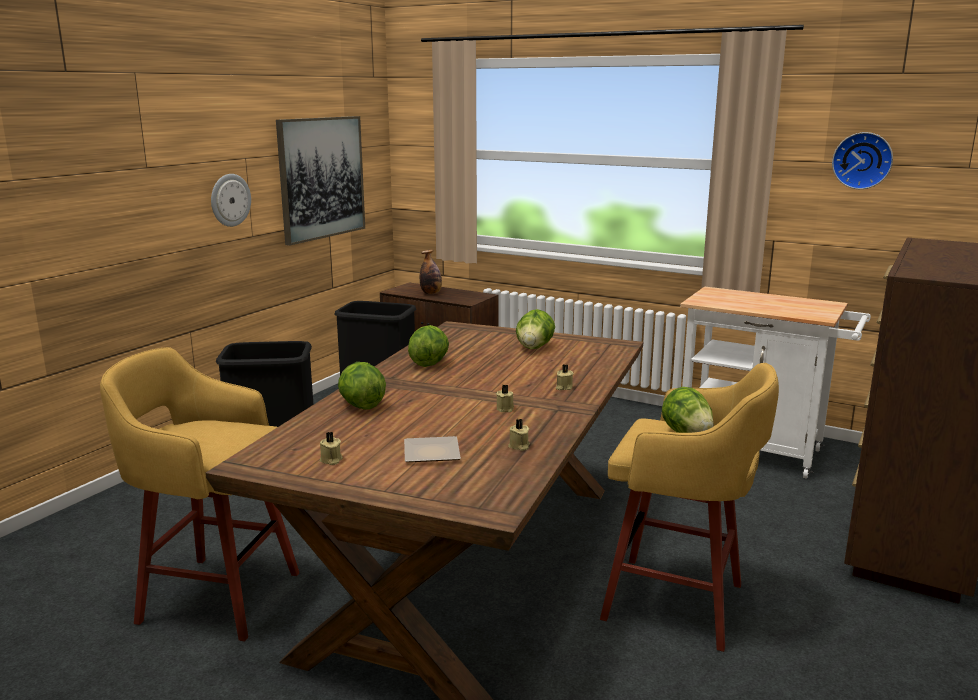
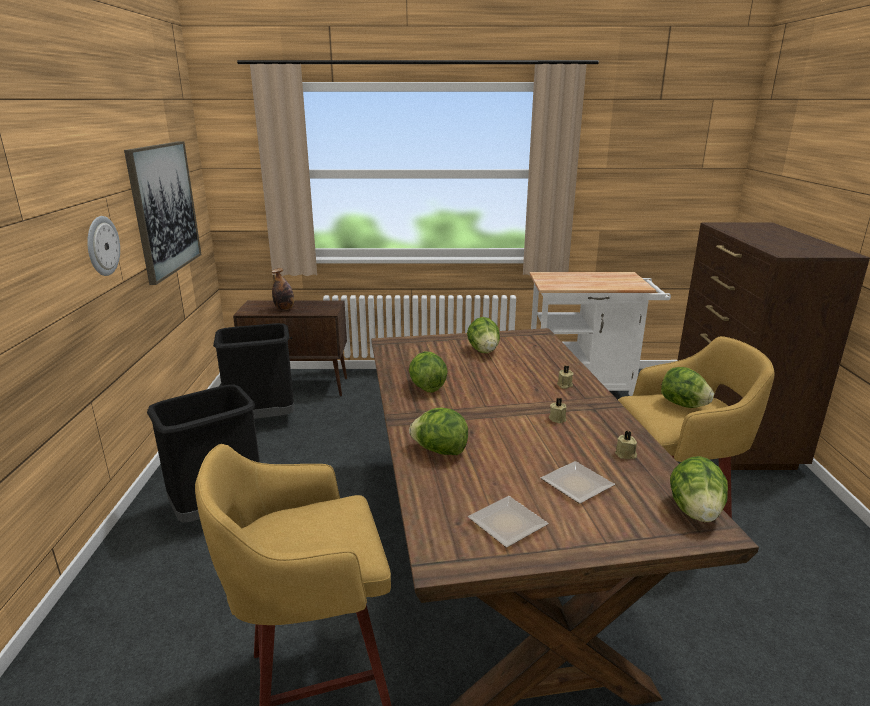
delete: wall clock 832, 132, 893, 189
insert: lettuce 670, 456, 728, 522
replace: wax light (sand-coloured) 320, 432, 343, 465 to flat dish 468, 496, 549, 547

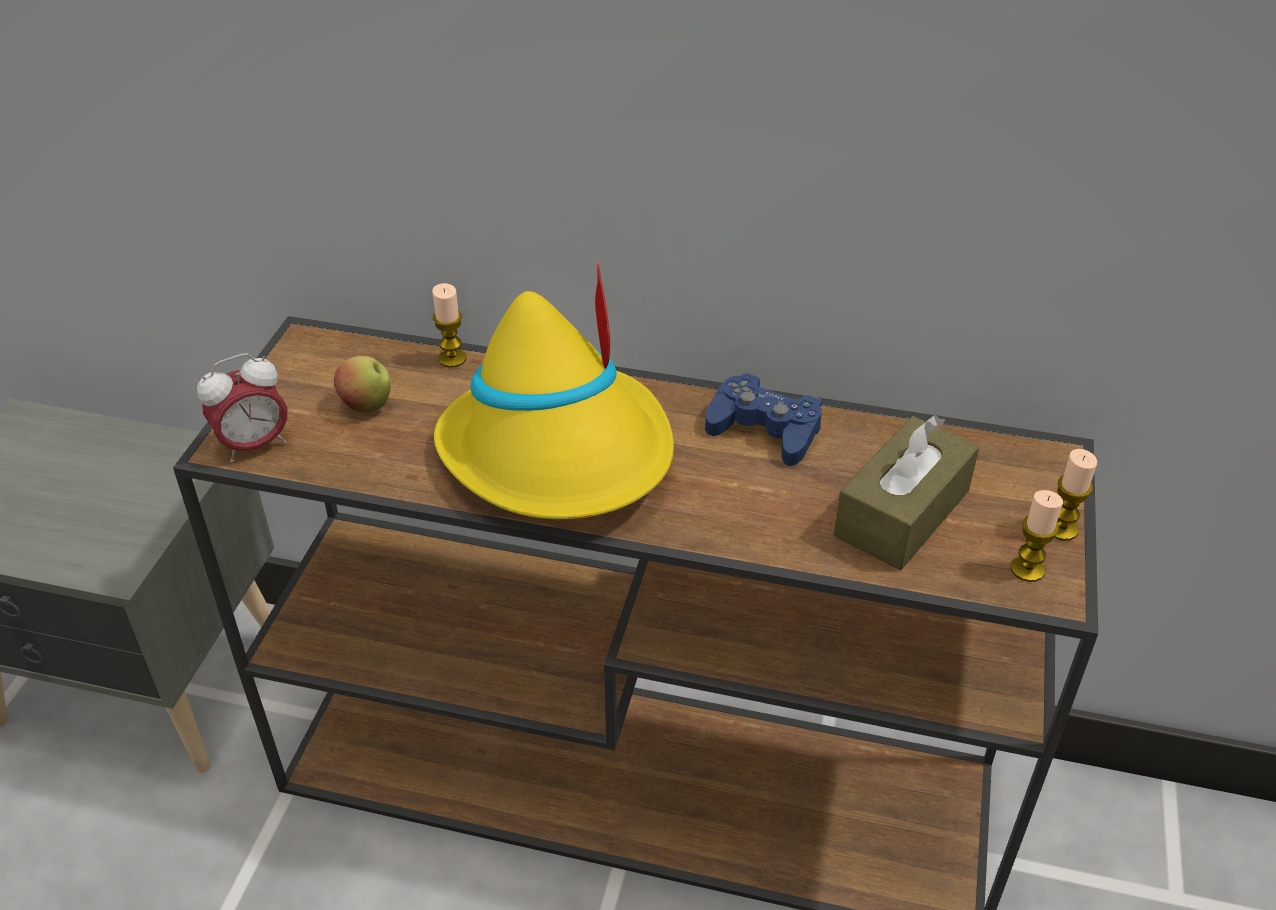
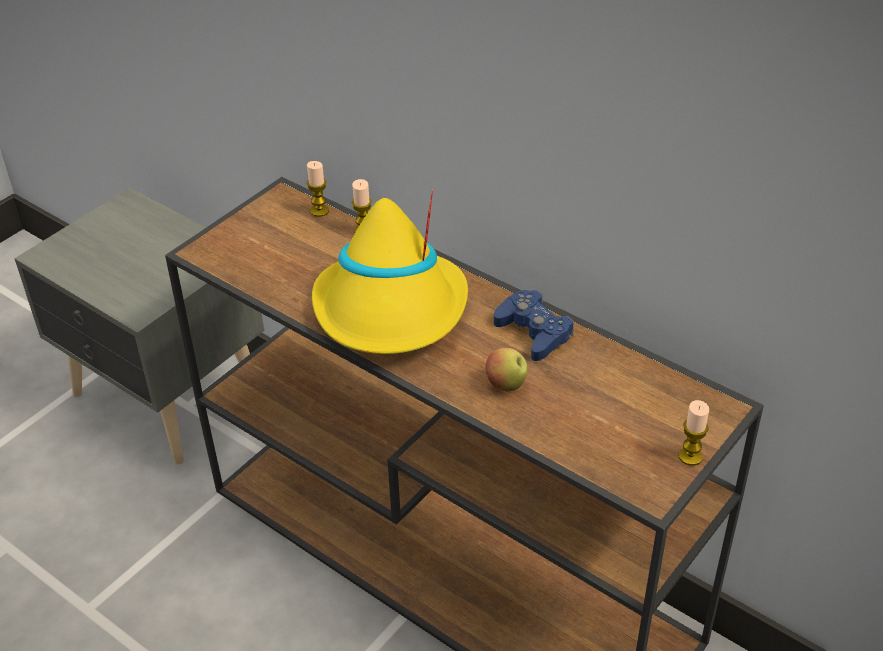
delete: bedside clock 197, 353, 287, 462; tissue holder (brown-coloured) 834, 415, 979, 570
move: whole apple 334, 356, 391, 413 to 485, 348, 527, 391; wax light 1011, 490, 1063, 582 to 307, 161, 329, 217

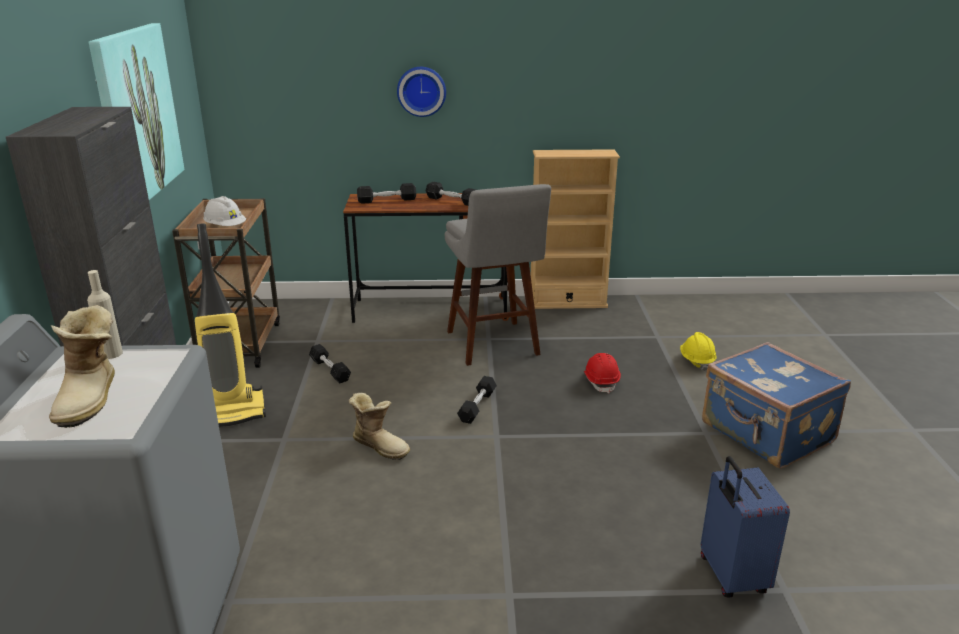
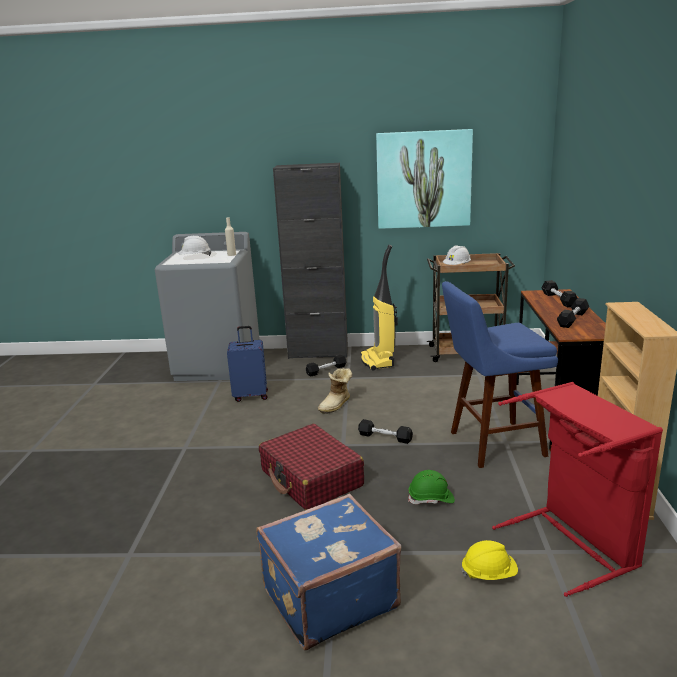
delete: wall clock 397, 67, 446, 117
insert: laundry basket (red-coloured) 492, 382, 663, 597; piece of luggage (red-coloured) 259, 424, 364, 510
move: dumbbell (black) 309, 344, 351, 383 to 306, 355, 347, 376; piece of luggage (blue) 701, 456, 790, 598 to 227, 326, 268, 402
replace: boot 49, 305, 115, 428 to hard hat (white-coloured) 178, 236, 211, 256
recolor: sitting stool (greyish) 445, 184, 551, 366 to sitting stool (blue) 442, 281, 558, 468; hard hat (red-coloured) 583, 353, 621, 394 to hard hat (green-coloured) 408, 470, 455, 504

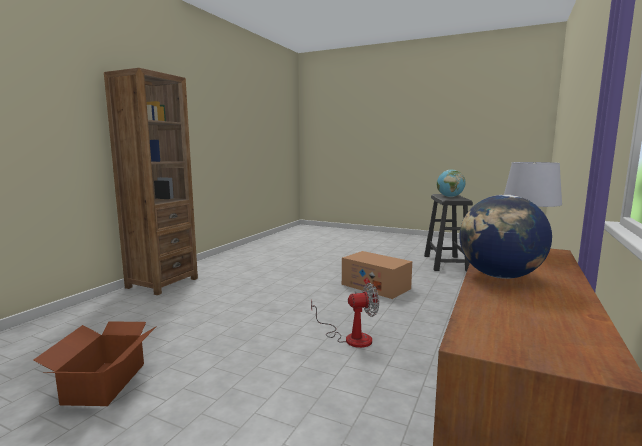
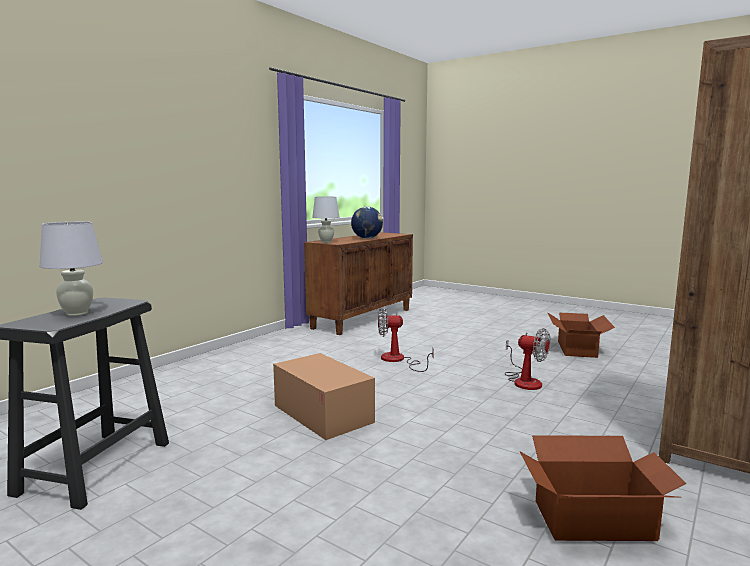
insert: cooling fan 505, 328, 550, 390; cardboard box 519, 435, 686, 541
replace: world globe 437, 170, 466, 197 to table lamp (white-coloured) 40, 222, 103, 316

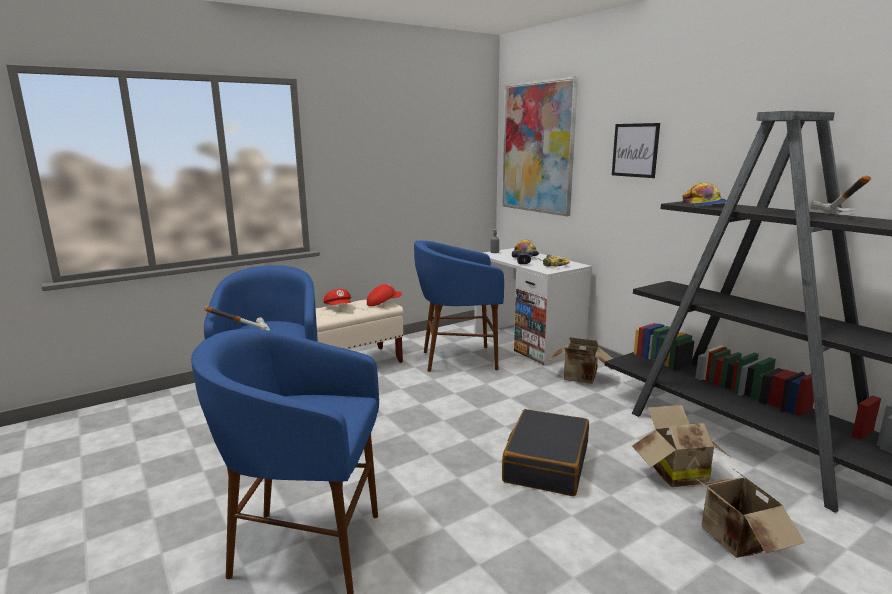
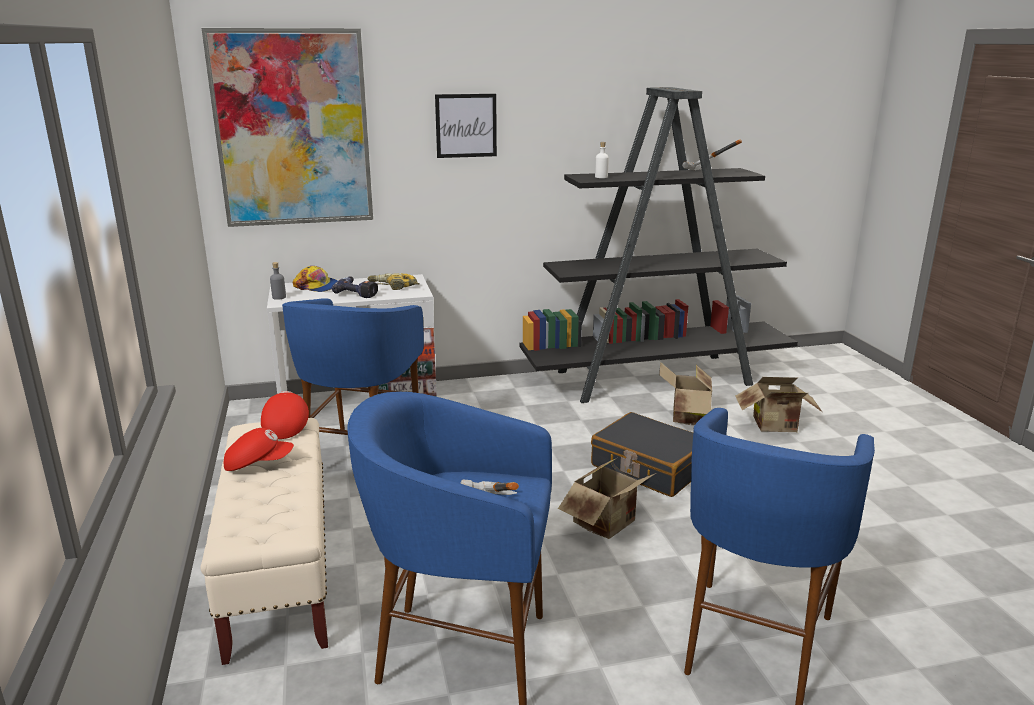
move: cardboard box 549, 337, 613, 384 to 558, 458, 656, 539
replace: cap 682, 183, 727, 206 to bottle (white-coloured) 595, 142, 609, 178

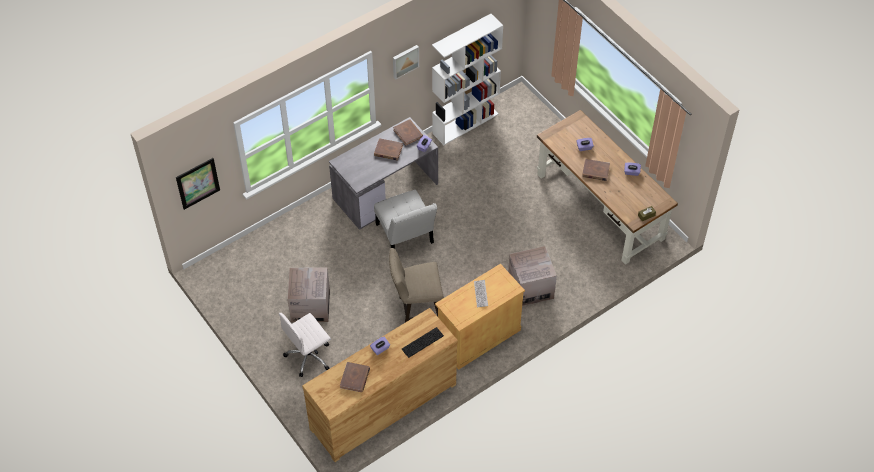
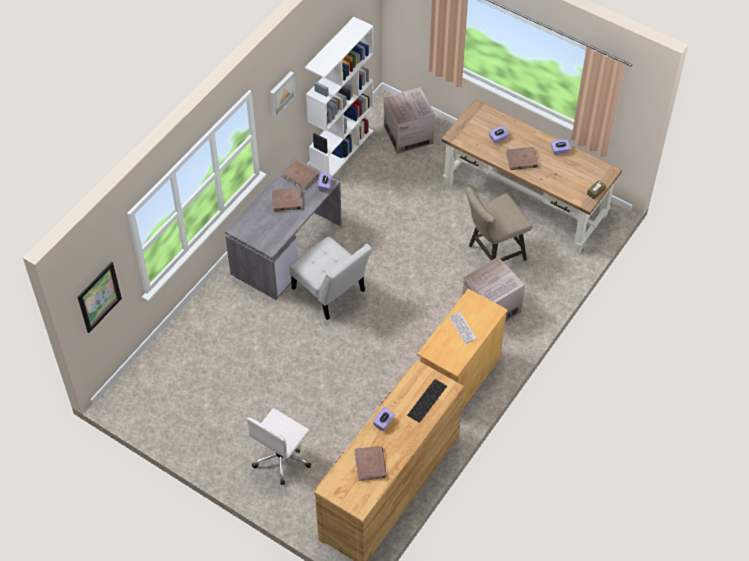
move: sitting stool (sand-coloured) 389, 248, 444, 322 to 466, 187, 532, 261; cardboard box 287, 268, 330, 322 to 384, 87, 435, 154

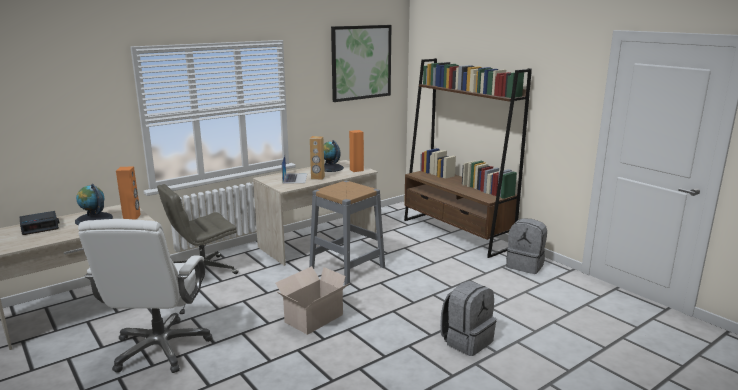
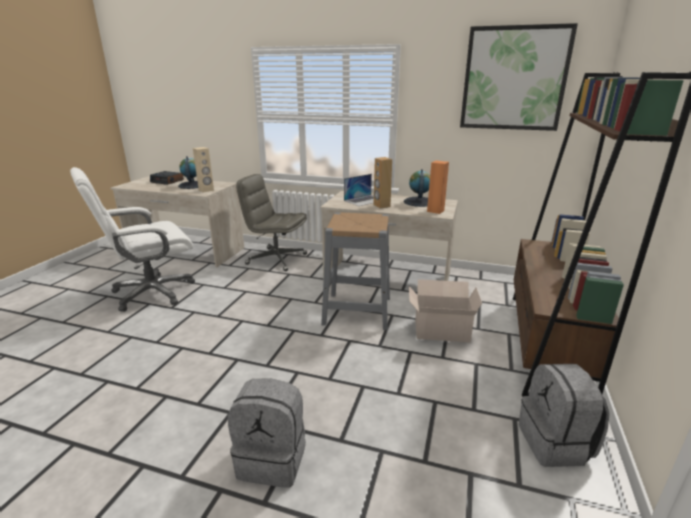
move: cardboard box 276, 266, 350, 335 to 409, 279, 482, 342
recolor: loudspeaker (orangey) 116, 166, 141, 220 to loudspeaker (sand-coloured) 193, 147, 214, 192

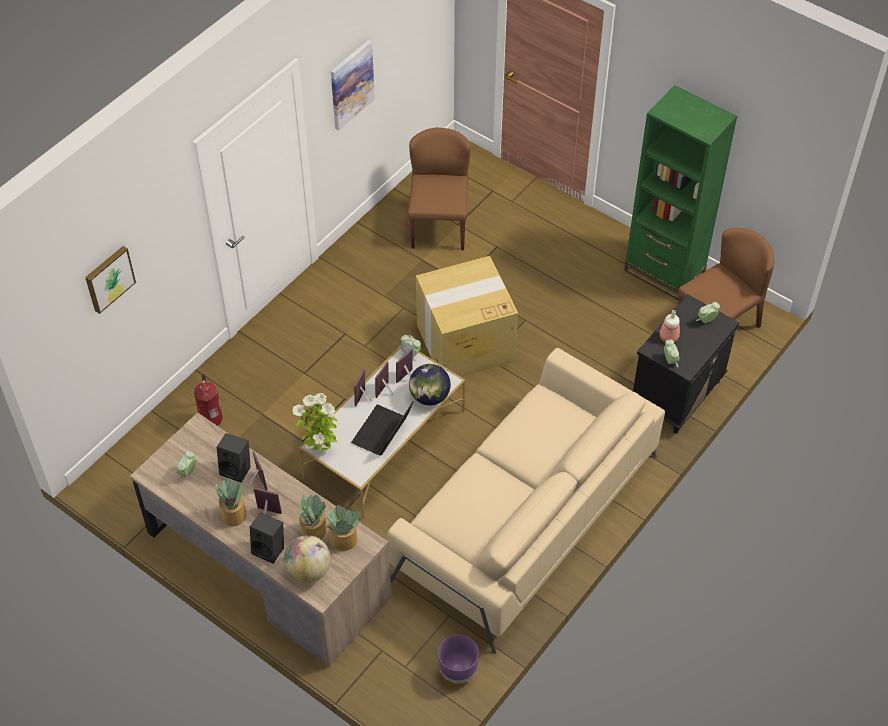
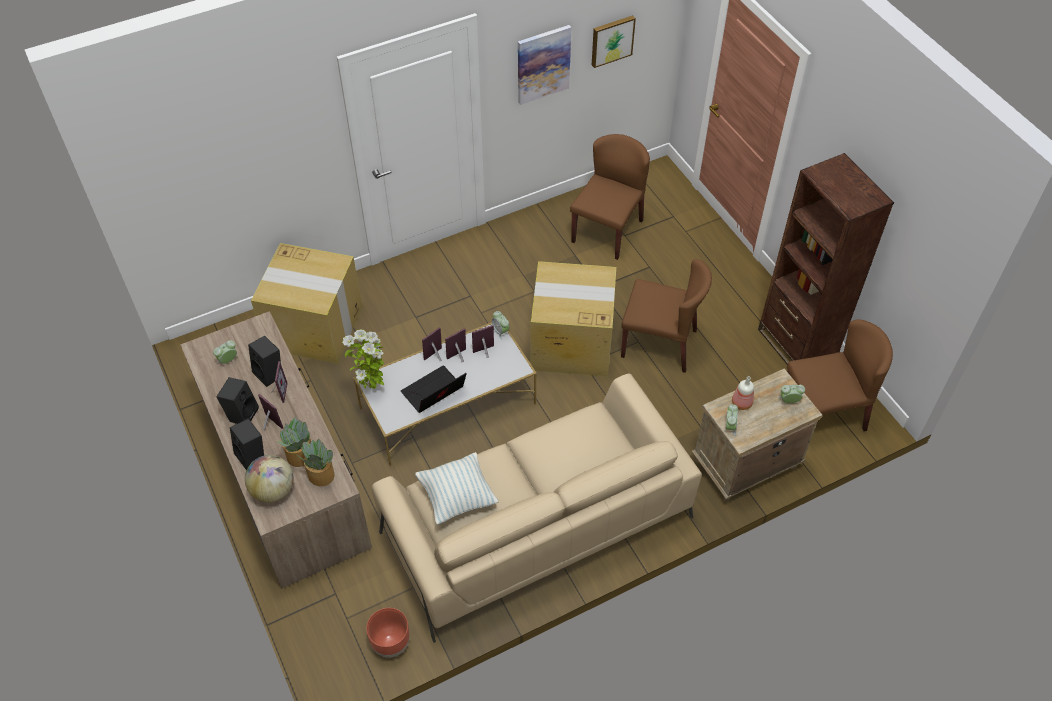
delete: world globe 409, 364, 451, 406
insert: plain chair (brown-coloured) 621, 259, 712, 373; cushion 415, 452, 498, 525
move: wall art 85, 246, 136, 314 to 592, 15, 636, 68
replace: fire-fighting cylinder 194, 374, 222, 426 to cardboard box 251, 243, 362, 364; potted plant 215, 478, 247, 526 to loudspeaker (black) 217, 377, 259, 424
recolor: bookshelf (green-coloured) 624, 85, 737, 300 to bookshelf (brown-coloured) 758, 153, 894, 364; bedside table (black) 633, 294, 739, 434 to bedside table (sand-coloured) 692, 368, 823, 502; plant pot (purple-coloured) 438, 635, 479, 683 to plant pot (brown-coloured) 366, 608, 410, 658

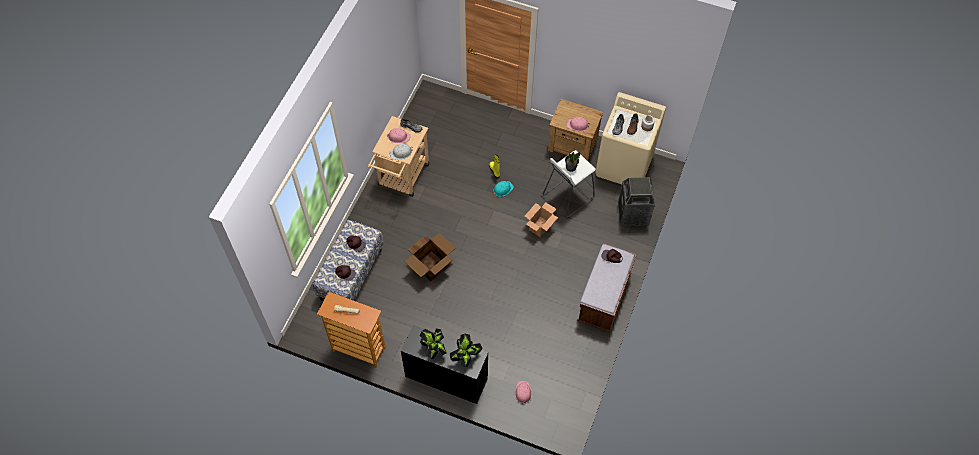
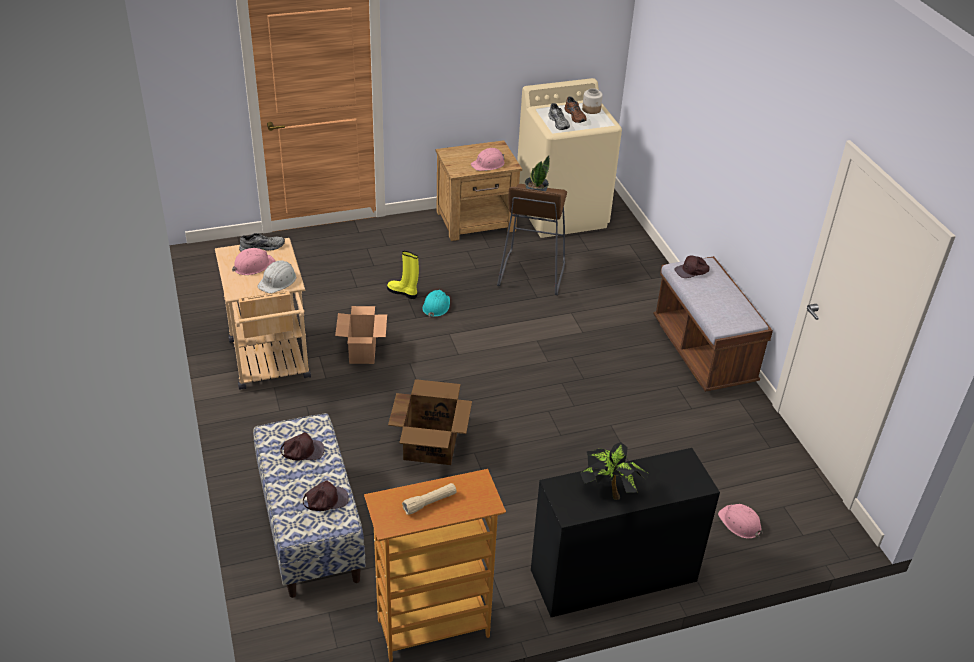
delete: trash can 618, 177, 655, 226; potted plant 449, 334, 482, 367
move: cardboard box 525, 202, 558, 237 to 335, 306, 387, 364
recolor: sitting stool (white-coloured) 543, 150, 596, 218 to sitting stool (brown-coloured) 497, 184, 567, 295

